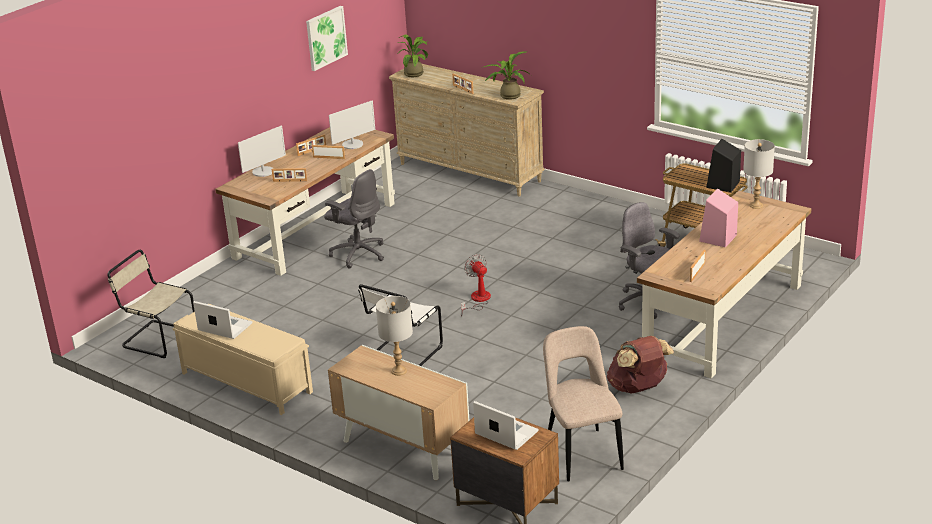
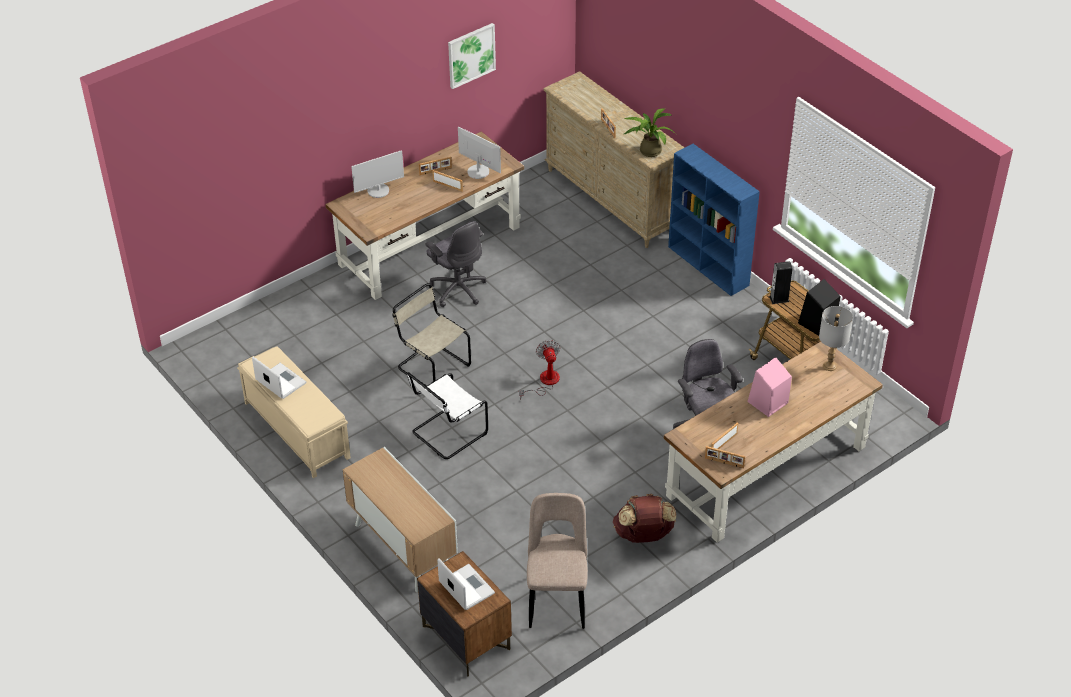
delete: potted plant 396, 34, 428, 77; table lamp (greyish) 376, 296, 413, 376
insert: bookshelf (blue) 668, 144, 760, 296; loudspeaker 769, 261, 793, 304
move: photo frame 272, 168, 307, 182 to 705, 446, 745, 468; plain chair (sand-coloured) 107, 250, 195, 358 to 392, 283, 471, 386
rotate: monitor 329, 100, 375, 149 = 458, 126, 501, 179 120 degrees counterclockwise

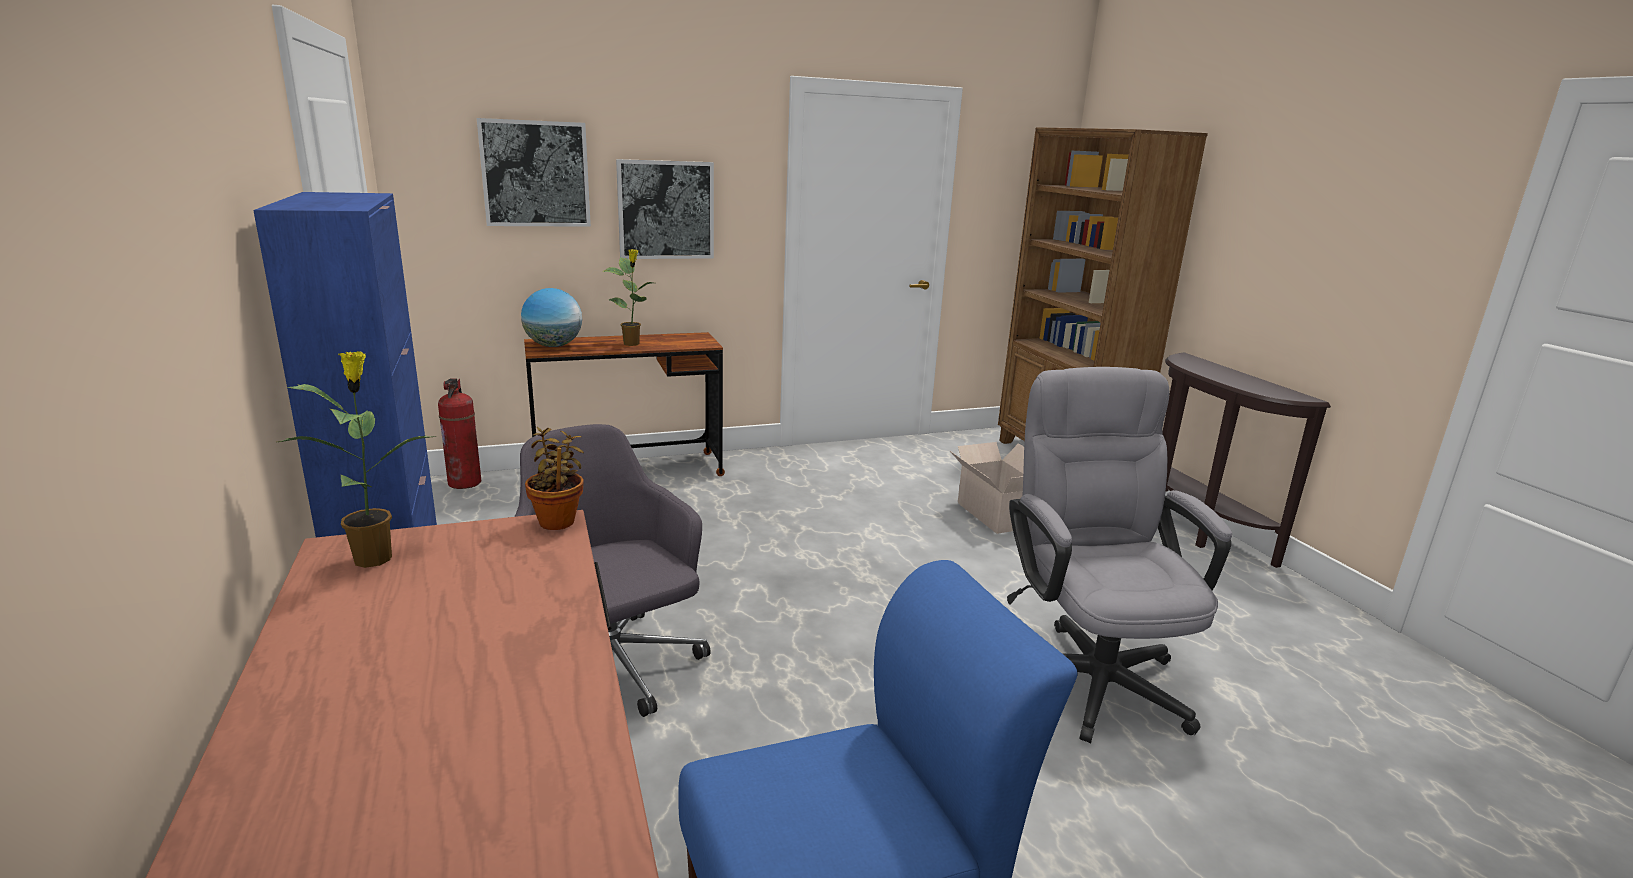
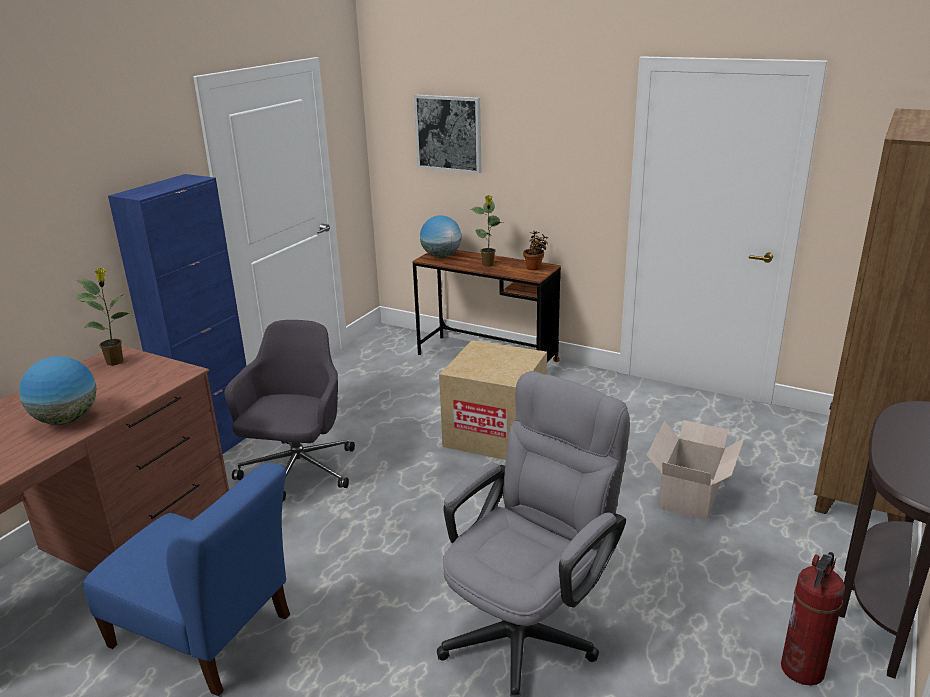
delete: wall art 616, 159, 714, 259
insert: cardboard box 439, 340, 547, 460; world globe 19, 356, 96, 425
move: fire-fighting cylinder 438, 378, 481, 489 to 781, 552, 845, 685; potted plant 525, 427, 584, 530 to 523, 231, 548, 270

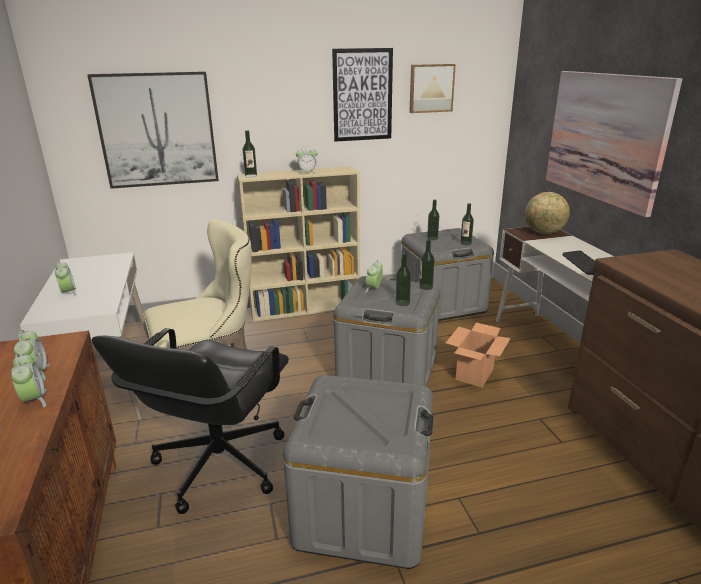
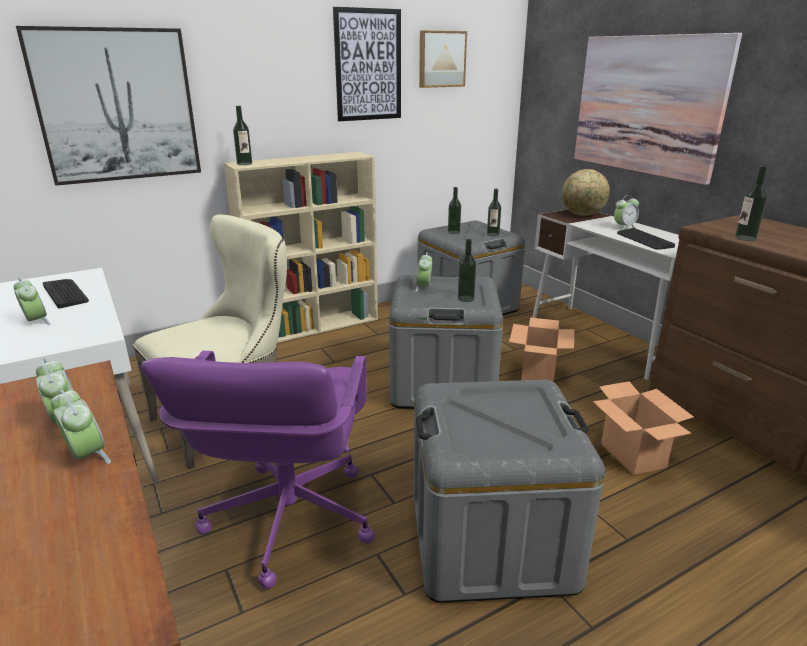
insert: computer keyboard 43, 279, 89, 309; cardboard box 593, 381, 694, 475
move: bedside clock 296, 146, 317, 175 to 614, 195, 639, 230; bottle 419, 239, 435, 290 to 735, 166, 768, 241
recolor: computer chair (black) 92, 328, 289, 514 to computer chair (purple-coloured) 141, 351, 375, 589

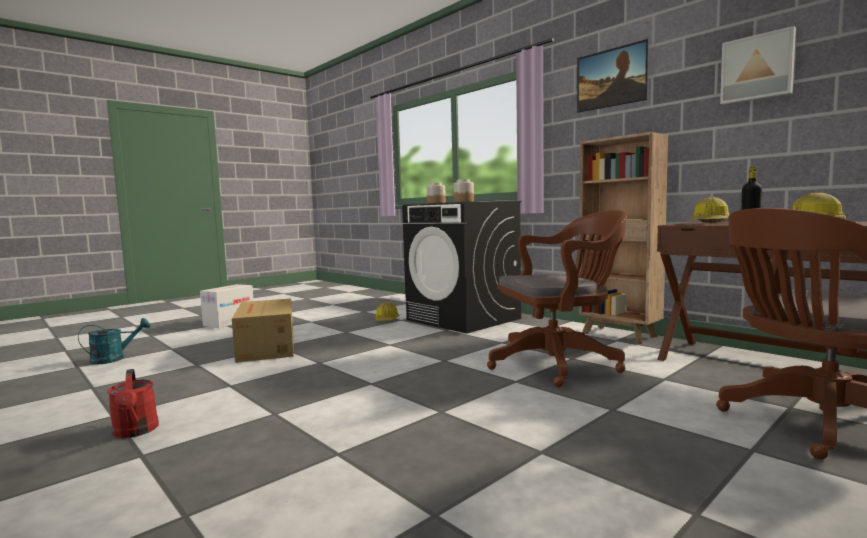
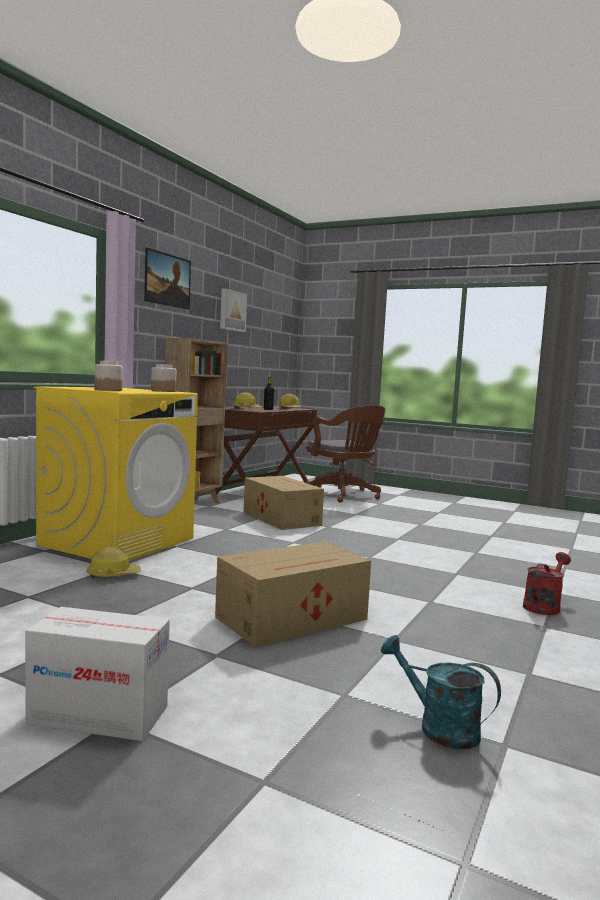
replace: computer chair (brown-coloured) 487, 210, 627, 387 to cardboard box 244, 476, 324, 530
recolor: laundry machine (black) 402, 201, 522, 334 to laundry machine (yellow-coloured) 34, 386, 198, 560

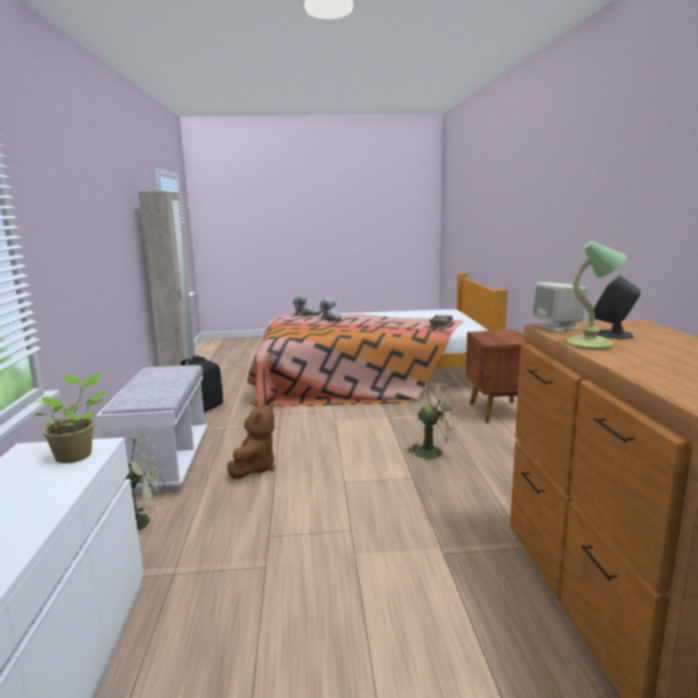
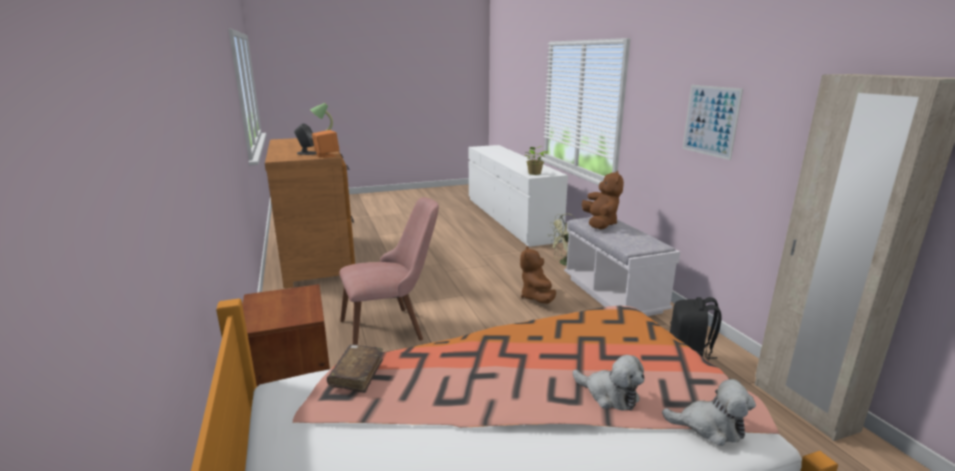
insert: wall art 682, 85, 743, 160; soft toy (brown-coloured) 582, 171, 624, 229
replace: cooling fan (green-coloured) 405, 382, 459, 463 to plain chair (pink-coloured) 339, 197, 439, 345
recolor: loudspeaker (sand-coloured) 532, 282, 588, 332 to loudspeaker (orangey) 312, 130, 339, 158

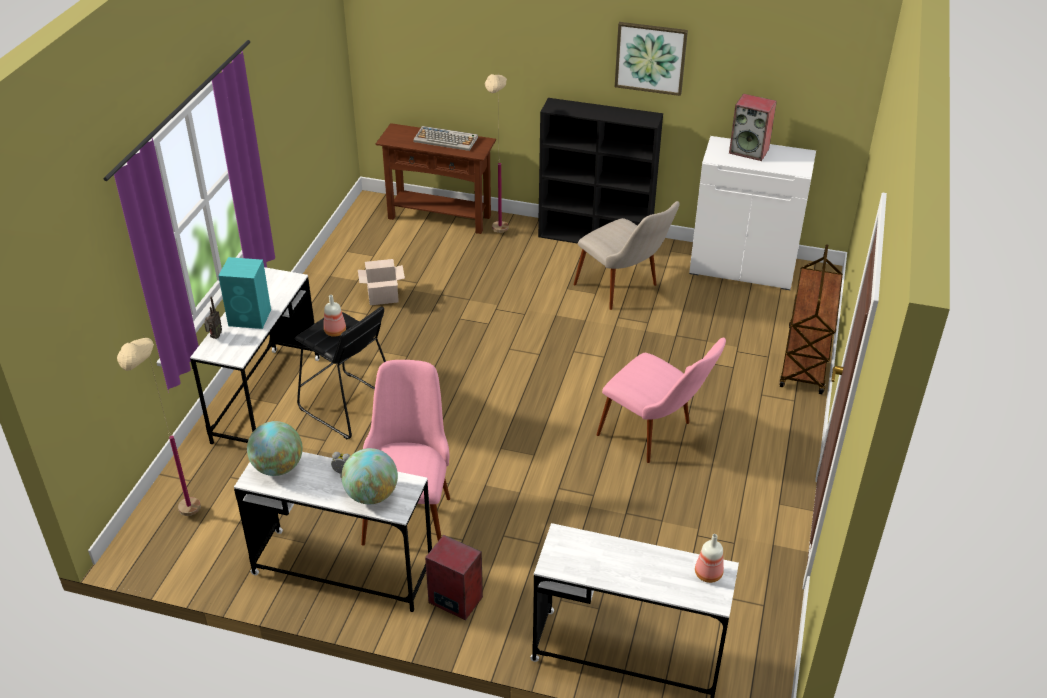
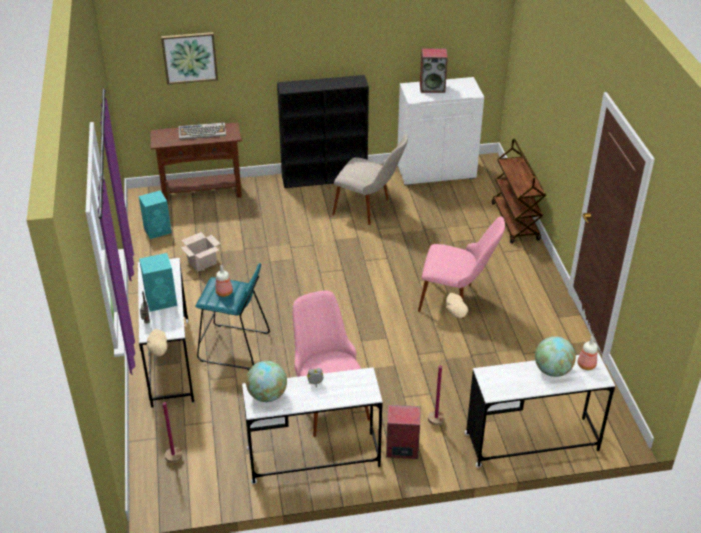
insert: loudspeaker (turquoise-coloured) 139, 190, 172, 239
move: wall art 615, 22, 688, 96 to 161, 32, 218, 85; standard lamp (sand-coloured) 485, 74, 508, 233 to 428, 293, 468, 425; world globe 341, 448, 398, 504 to 535, 337, 576, 377
recolor: sitting stool (black) 294, 307, 386, 439 to sitting stool (turquoise-coloured) 195, 263, 270, 370

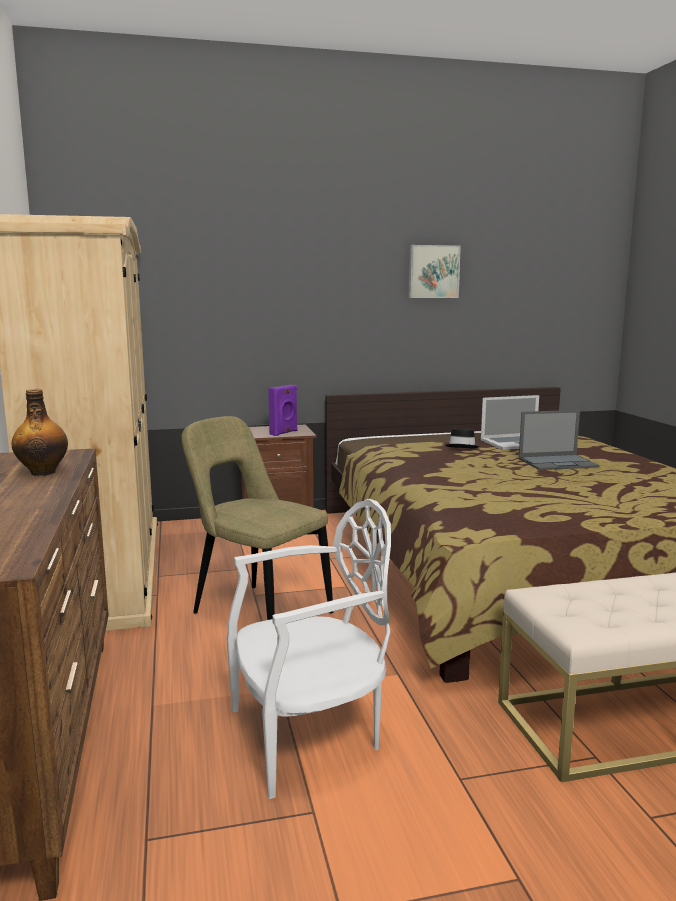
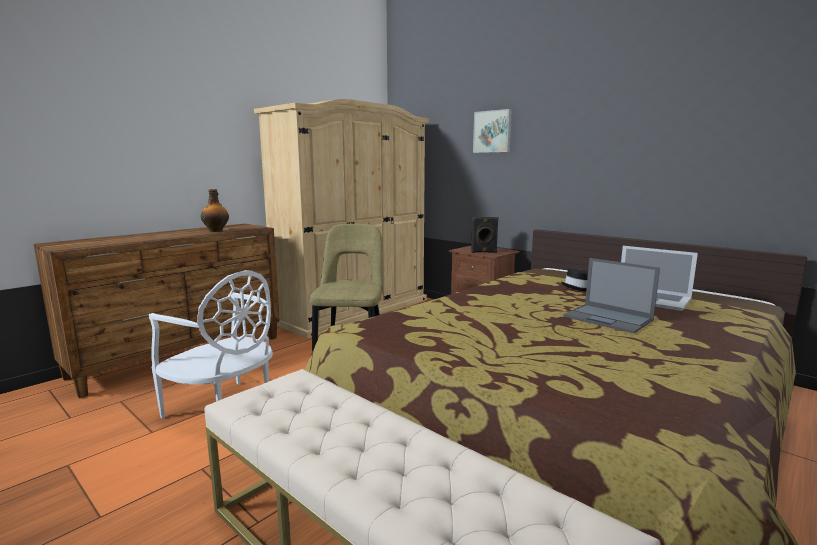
move: wall art 408, 245, 461, 298 to 473, 109, 512, 153
recolor: loudspeaker (purple-coloured) 268, 385, 298, 436 to loudspeaker (black) 471, 217, 499, 253

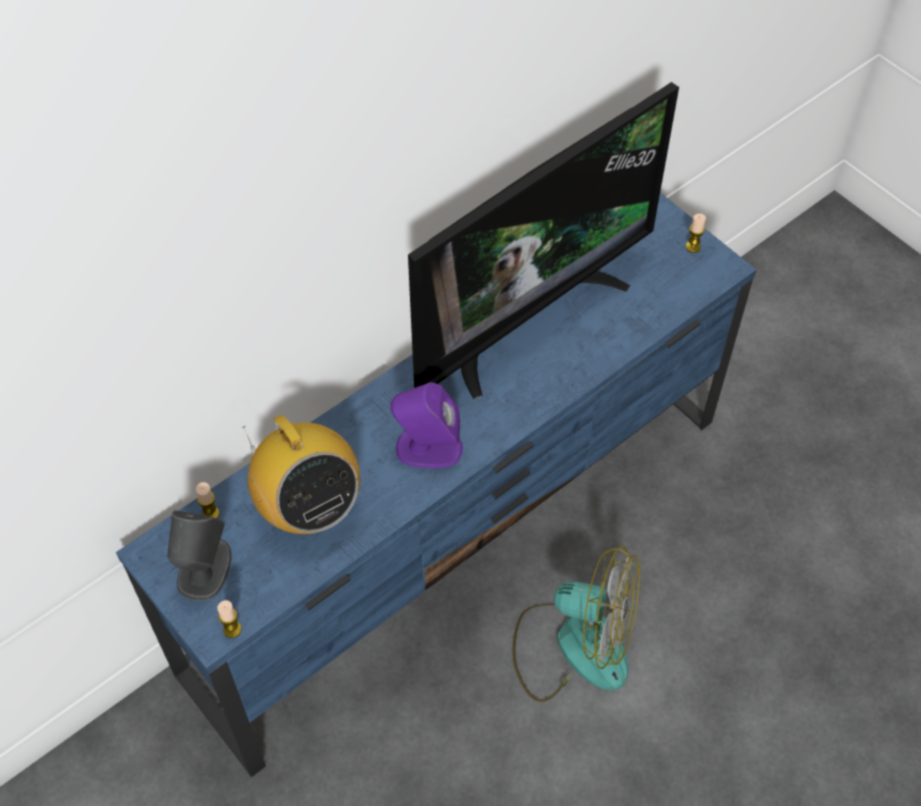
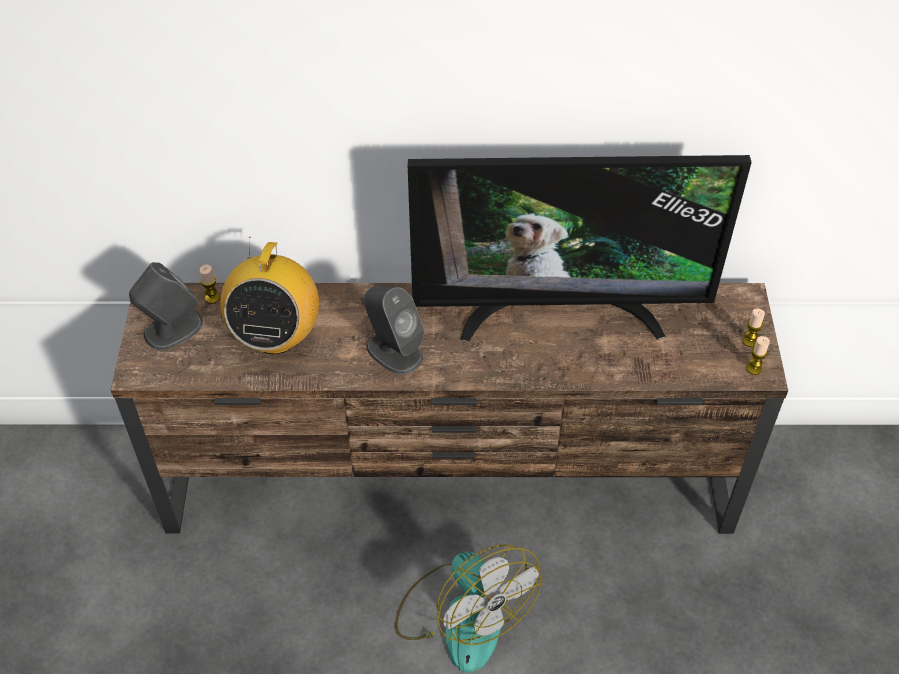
move: wax light 217, 600, 242, 638 to 746, 336, 770, 375
recolor: tv unit (blue) 116, 192, 756, 777 to tv unit (brown-coloured) 111, 283, 788, 534; loudspeaker (purple-coloured) 390, 382, 463, 468 to loudspeaker (greyish) 364, 285, 424, 375

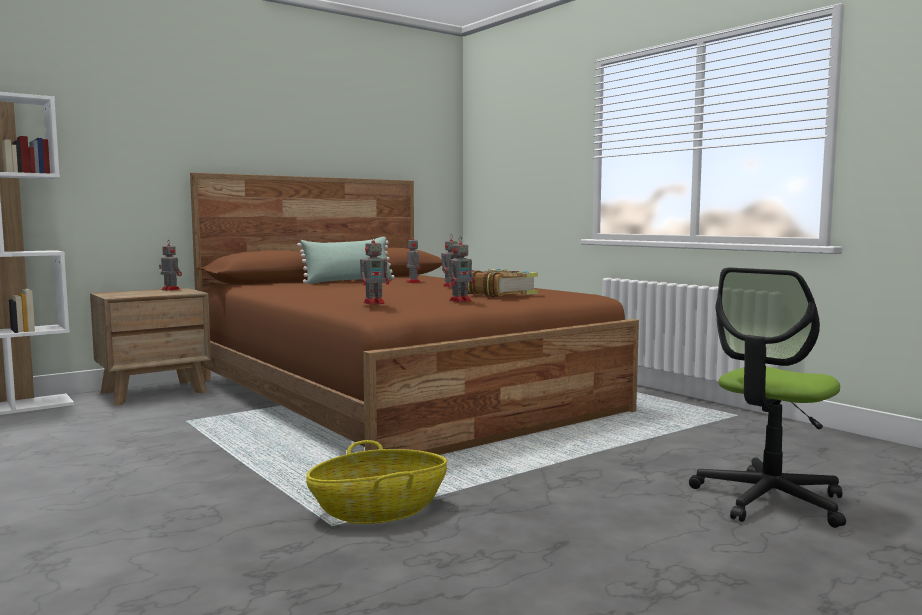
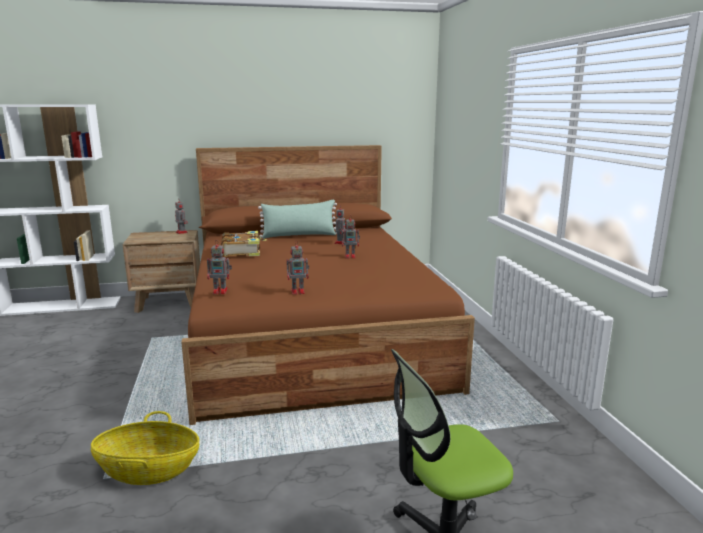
move: book 468, 269, 538, 297 to 221, 231, 267, 257

